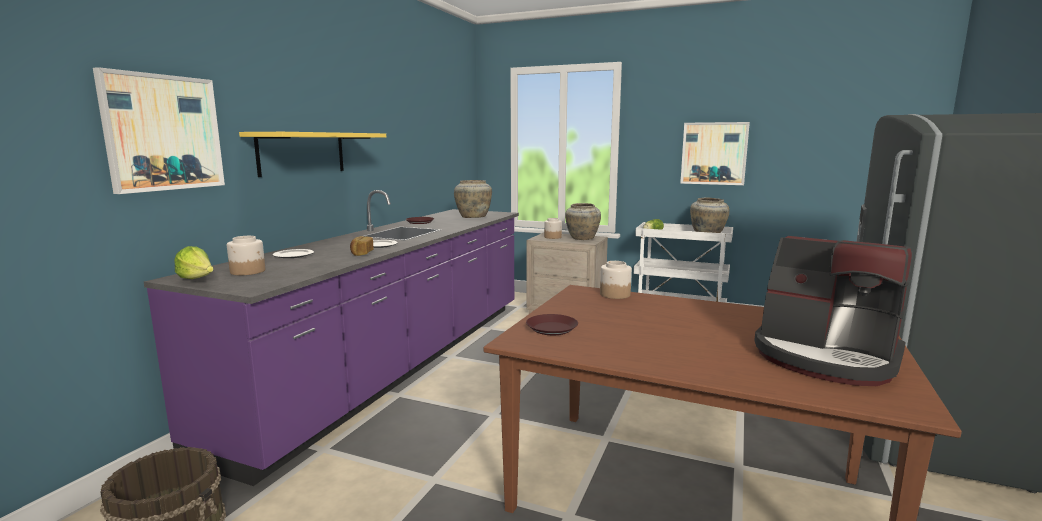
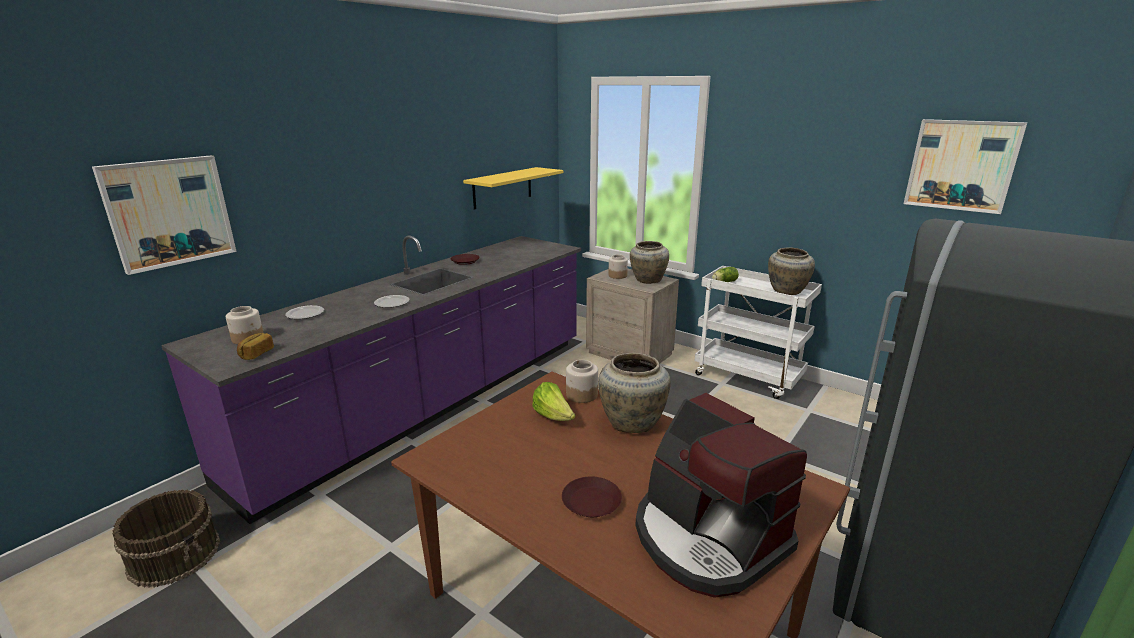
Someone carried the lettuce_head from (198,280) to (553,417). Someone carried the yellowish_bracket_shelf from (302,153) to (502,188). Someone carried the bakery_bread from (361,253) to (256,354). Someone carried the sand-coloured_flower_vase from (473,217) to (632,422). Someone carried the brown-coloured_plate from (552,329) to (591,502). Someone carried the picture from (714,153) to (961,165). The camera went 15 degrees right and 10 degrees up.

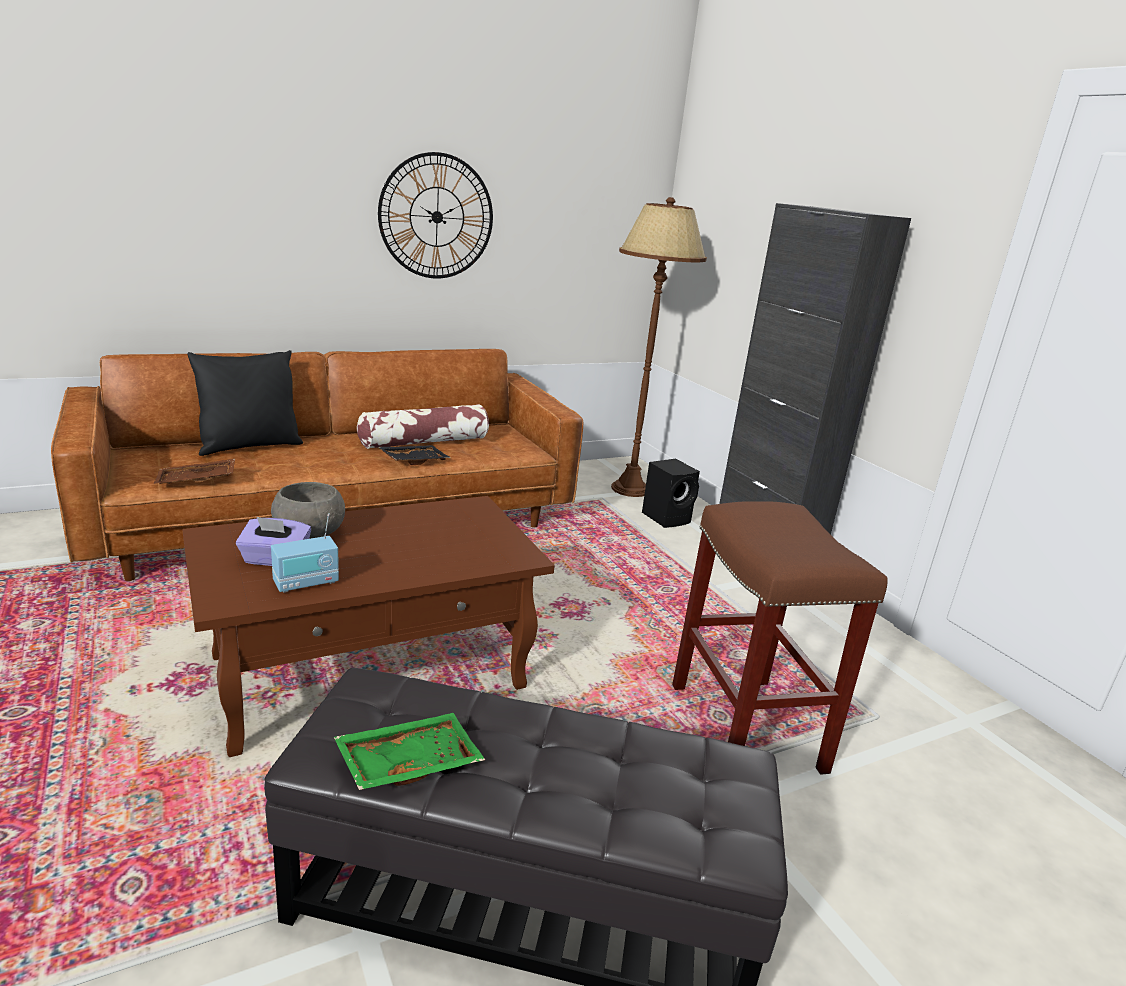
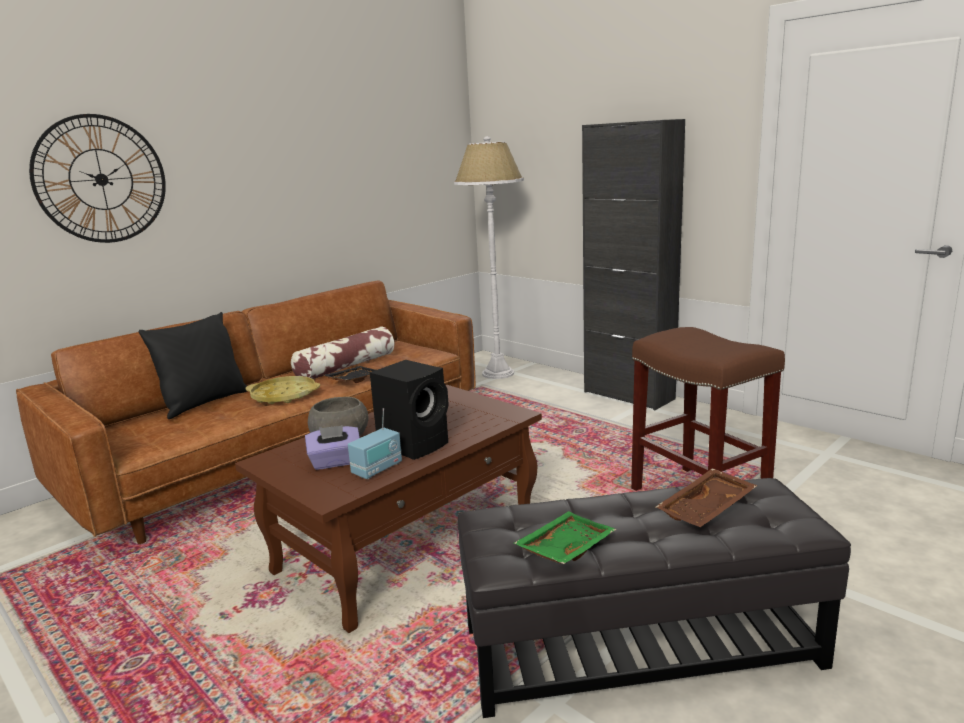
Someone carried the brown-coloured_tray from (196,481) to (707,509). Someone carried the clock_on_the_wall from (437,217) to (101,179). Someone repainted the brown-coloured_floor_lamp at (630,489), which became the whitish_floor_lamp at (497,373). Someone carried the black_audio_speaker from (667,518) to (415,444). Someone put down the yellowish_tray at (284,395). The camera went 15 degrees left and 5 degrees down.

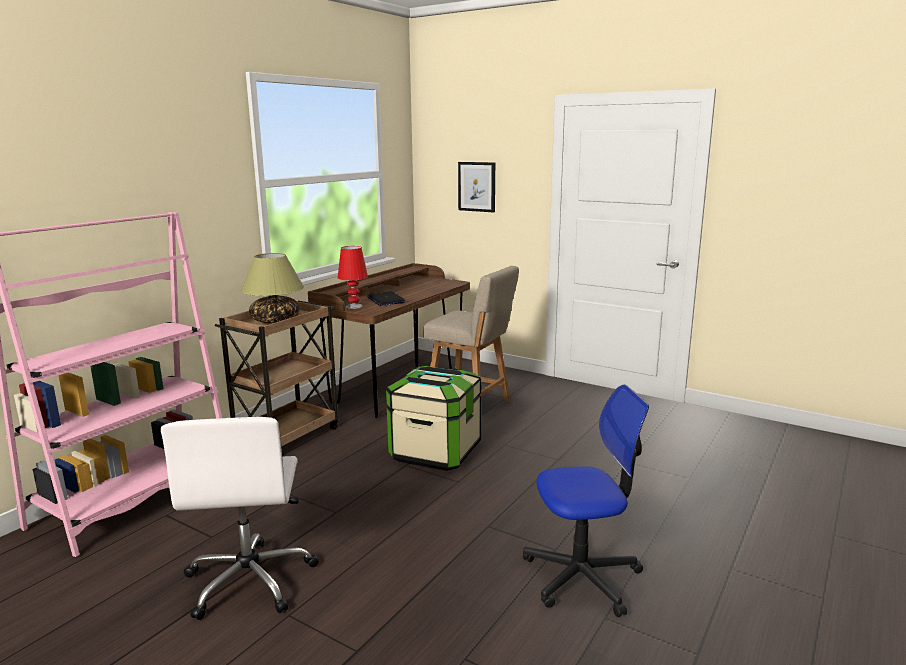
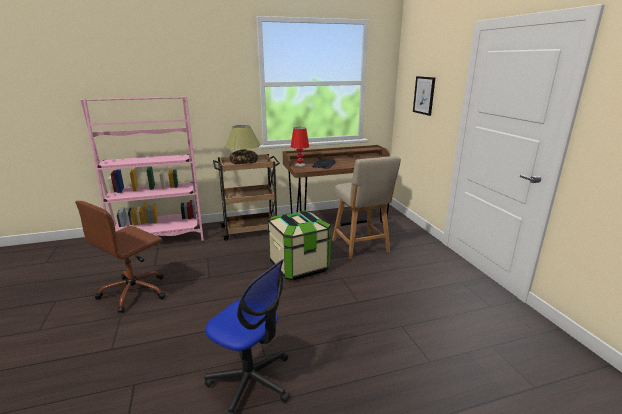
Someone repainted the whitish_desk_chair at (250,580), which became the brown-coloured_desk_chair at (135,292). The camera went 40 degrees right and 5 degrees up.

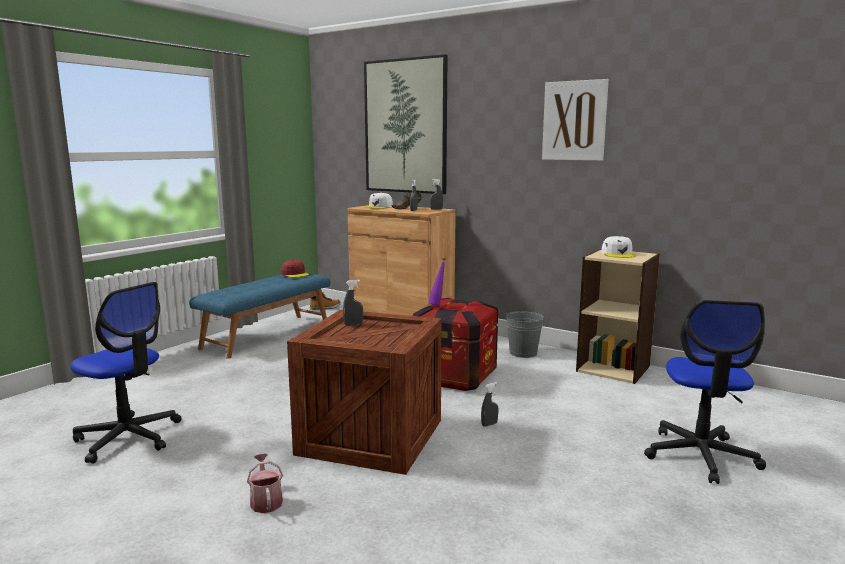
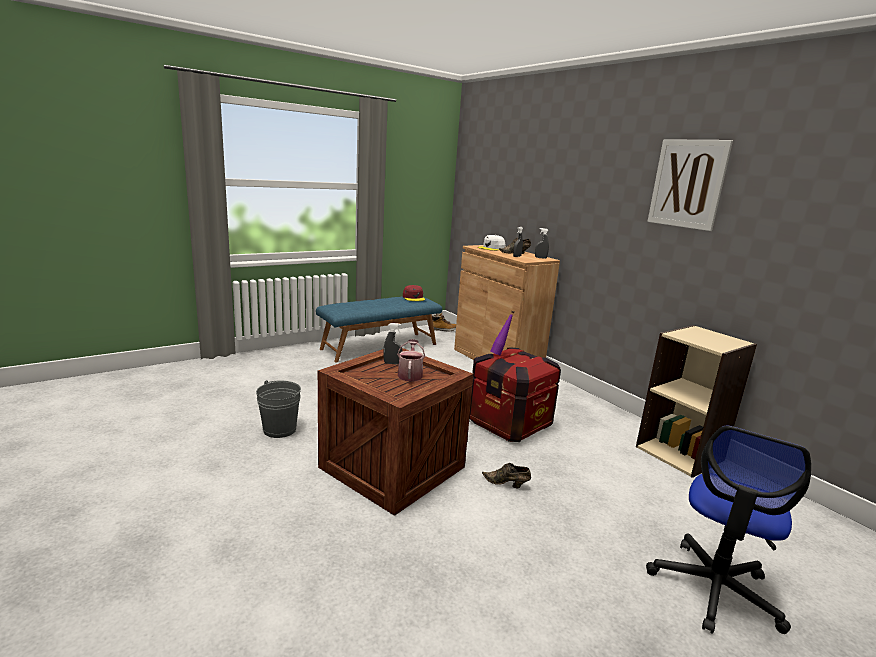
Someone took away the desk_chair at (128,437). Someone carried the sprinkling_can from (266,500) to (410,374). Someone took away the picture at (405,126). Someone swapped the greyish_spray_bottle at (489,424) for the brown-coloured_low_shoe at (506,484). Someone carried the greyish_water_bucket from (523,353) to (280,429). Someone took away the whitish_peaked_cap at (618,254). The camera went 20 degrees right and 5 degrees up.

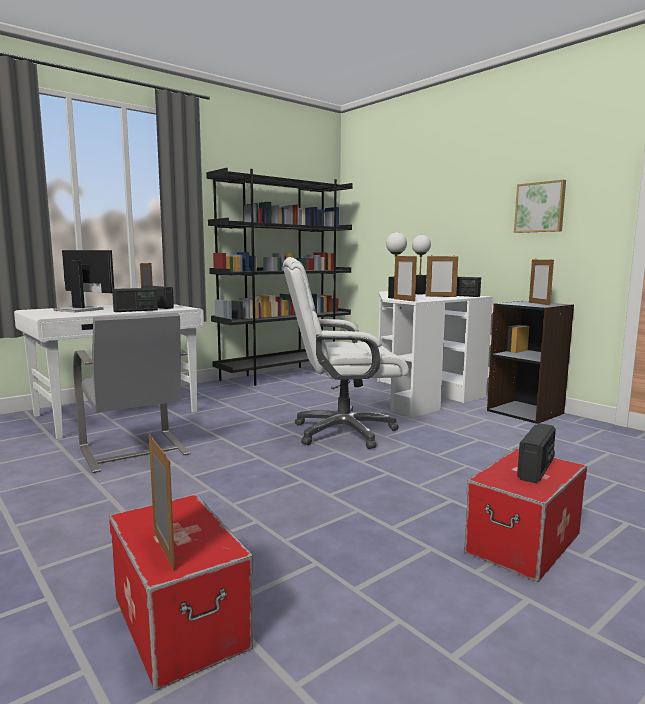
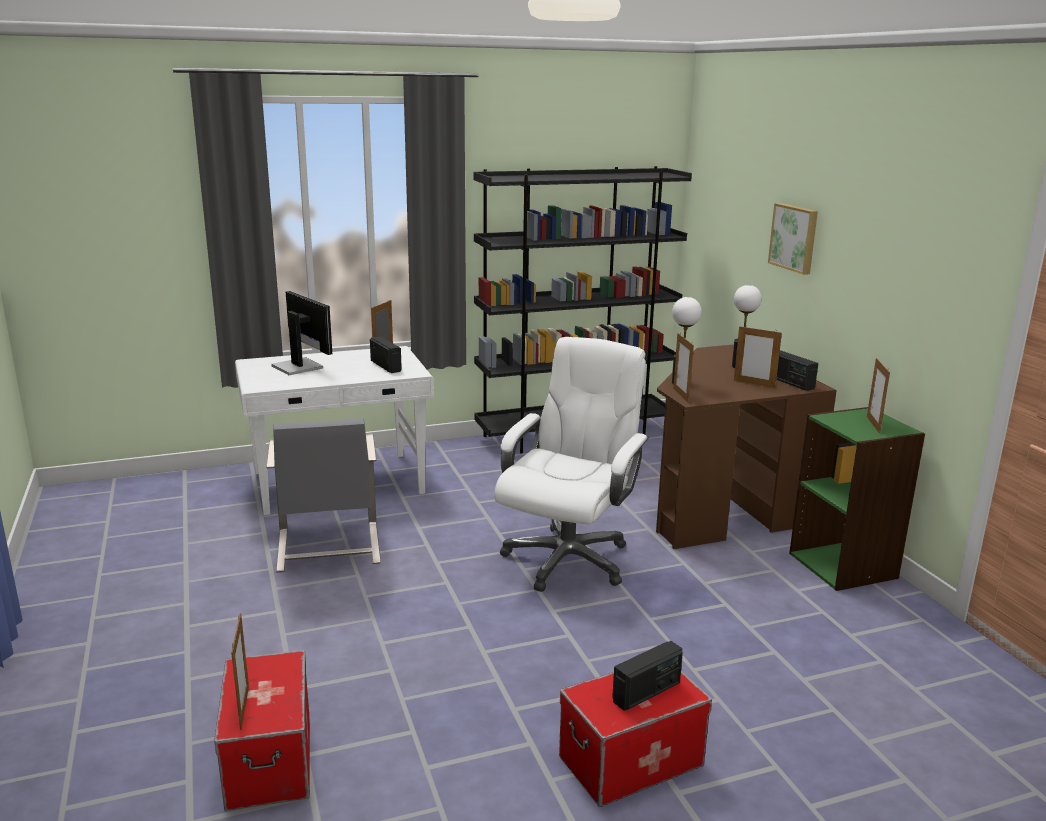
Someone took away the radio_set at (136,311). Someone rotated the whitish_desk_chair at (342,432) by 105 degrees clockwise. Someone repainted the whitish_desk_table at (417,394), which became the brown-coloured_desk_table at (721,504). Someone repainted the black_bookshelf at (525,412), which became the green-coloured_bookshelf at (843,565). Someone carried the picture from (540,207) to (795,237). The camera went 20 degrees right and 10 degrees up.

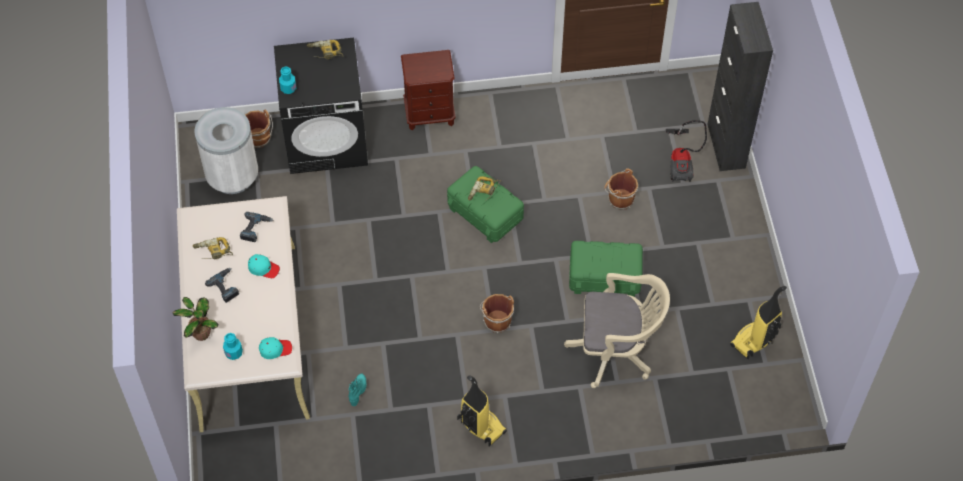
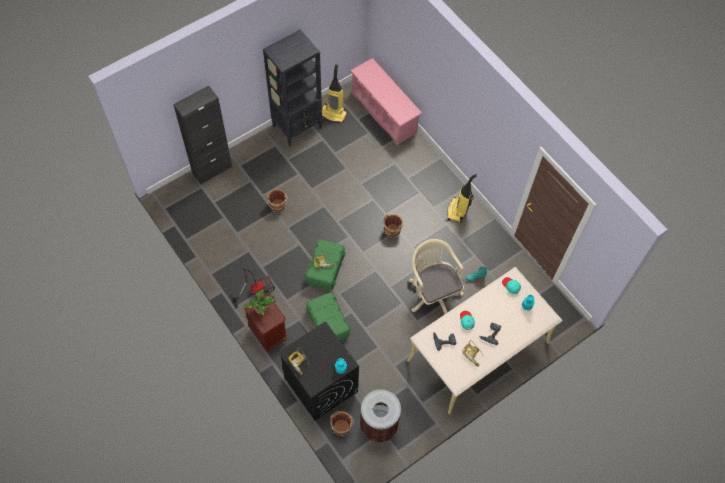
Someone carried the plant_in_a_pot from (200,333) to (261,311). Someone repainted the whitish_waste_bin at (233,176), which became the brown-coloured_waste_bin at (378,425). Someone carried the sand-coloured_desk_chair from (616,351) to (432,292). Someone carried the green-coloured_storage_box from (604,276) to (327,323). Someone carried the hoover from (682,161) to (255,290). Someone put down the black_bookshelf at (297,127). Someone put down the pink-coloured_shoe_shelf at (384,113). The camera went 120 degrees left and 5 degrees up.

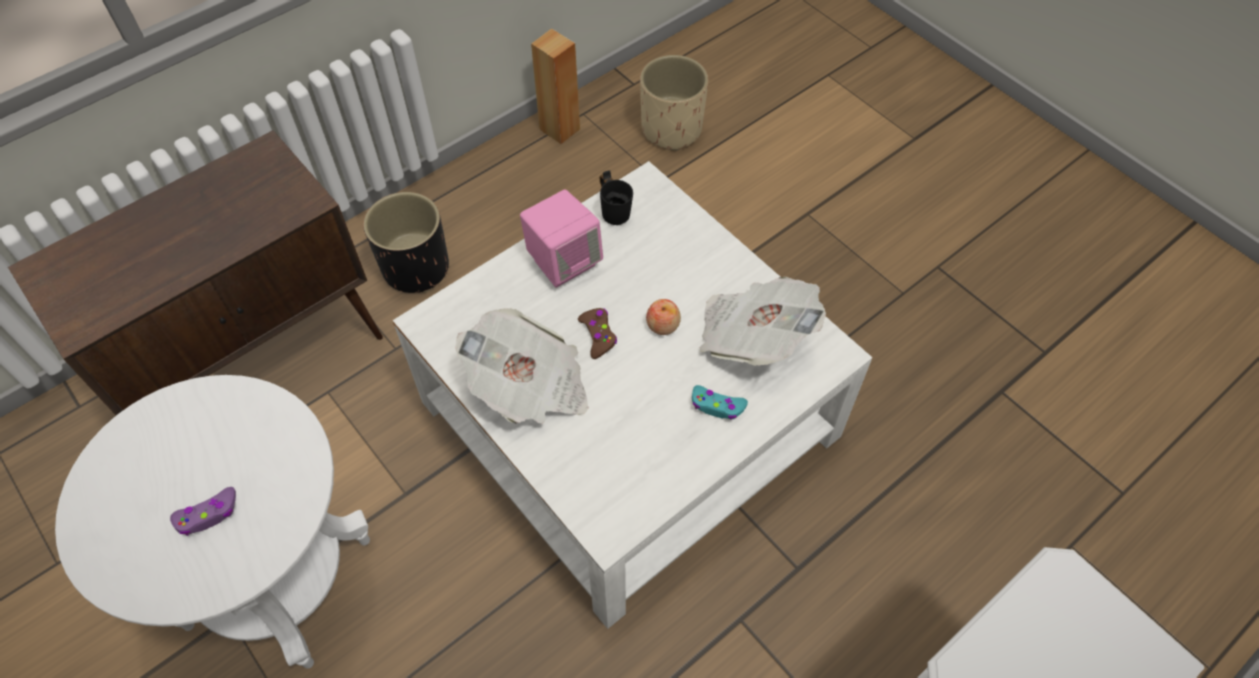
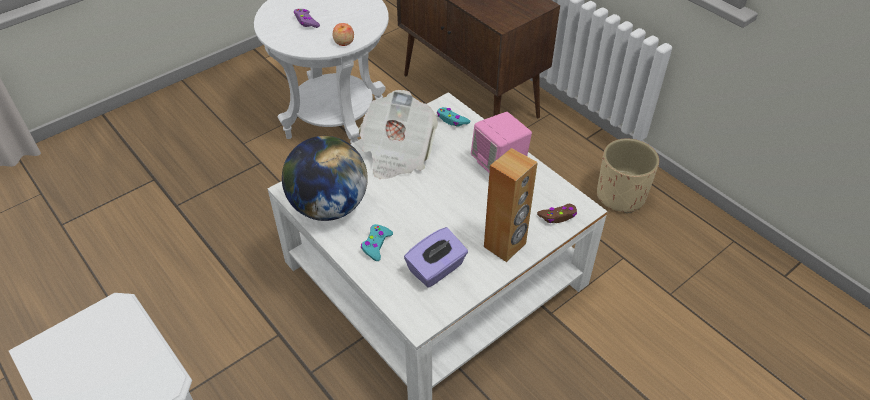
Someone took away the black_flower_pot at (416,268). Someone carried the brown-coloured_audio_speaker from (560,129) to (505,245). Someone carried the brown-coloured_joypad from (598,335) to (558,216). Someone took away the black_tea_mug at (616,210). Someone carried the sand-coloured_flower_pot from (671,129) to (620,196). Someone carried the apple from (663,325) to (344,42). Someone swapped the newspaper at (753,336) for the purplish_box_of_tissues at (436,269). Someone put down the desk_globe at (329,206). Someone put down the turquoise_joypad at (452,120). The camera went 90 degrees right and 10 degrees down.

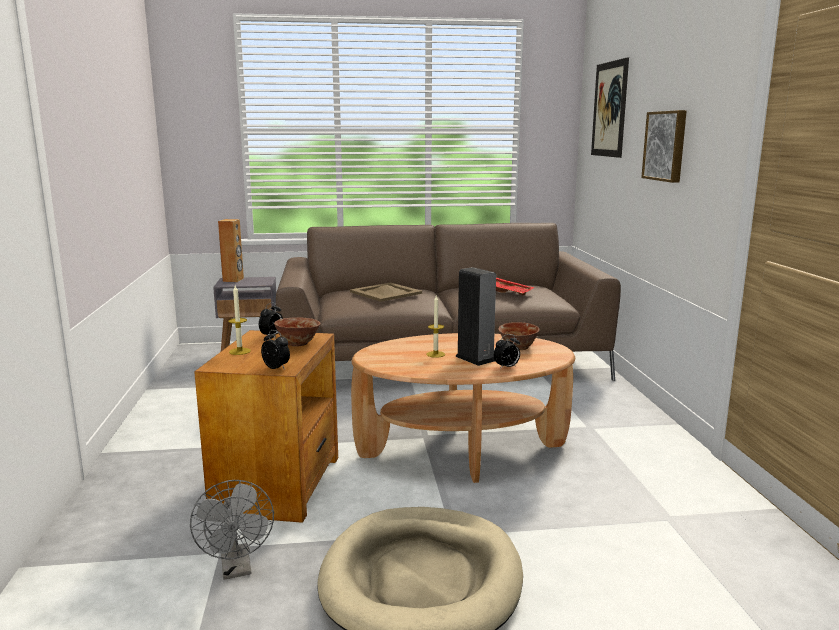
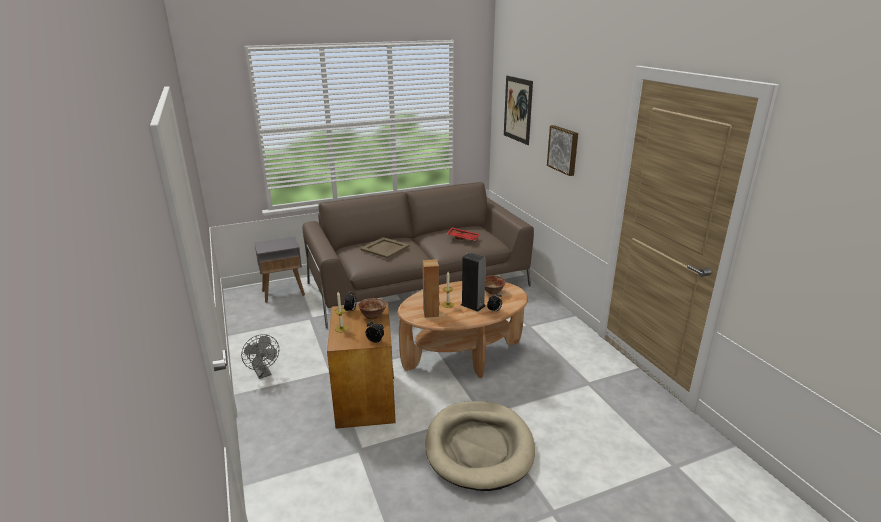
Someone carried the greyish_fan from (237,569) to (263,373). Someone carried the brown-coloured_audio_speaker from (233,280) to (431,313). The camera went 15 degrees left and 10 degrees up.

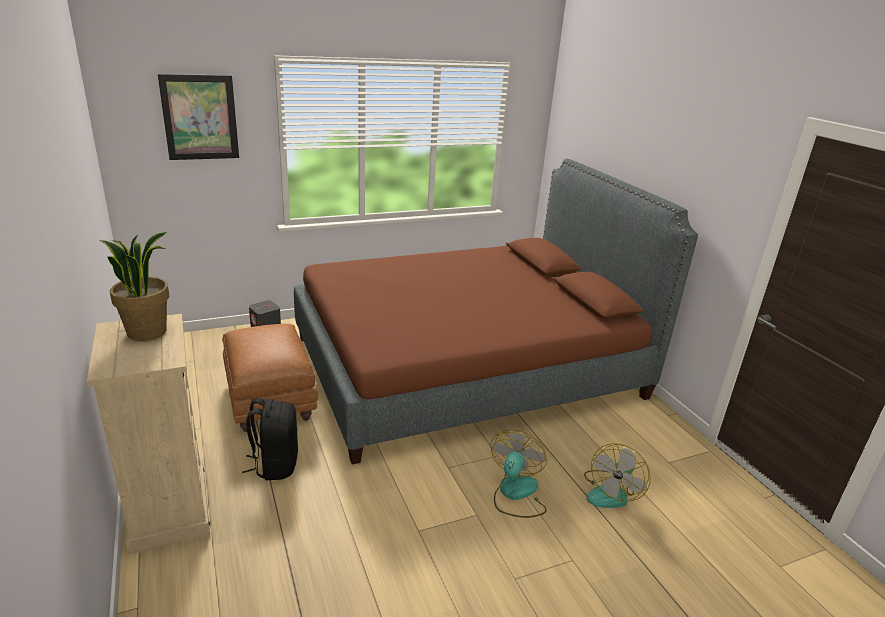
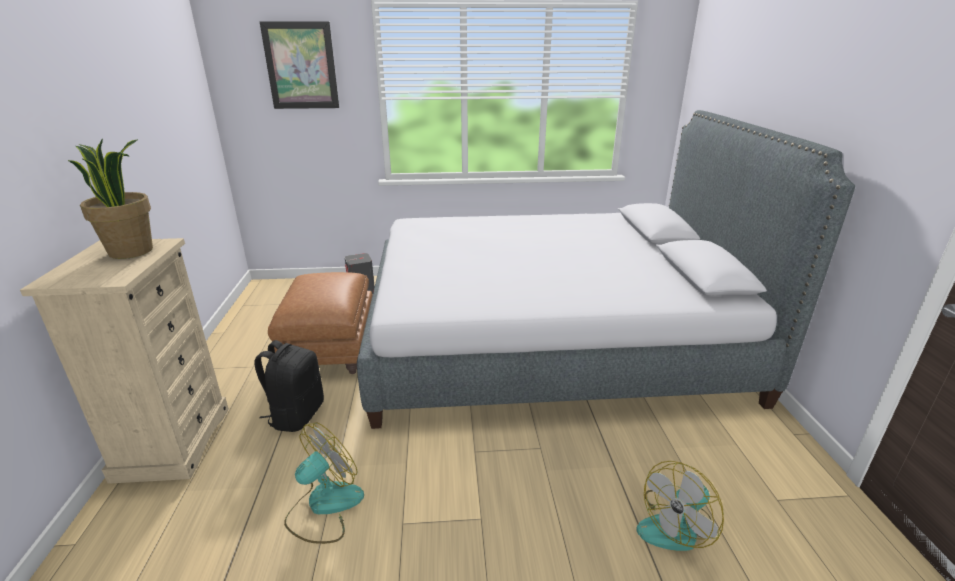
Someone repainted the brown-coloured_bed at (467,366), which became the greyish_bed at (550,340). Someone carried the fan from (515,494) to (324,506). The camera went 20 degrees right and 0 degrees up.

